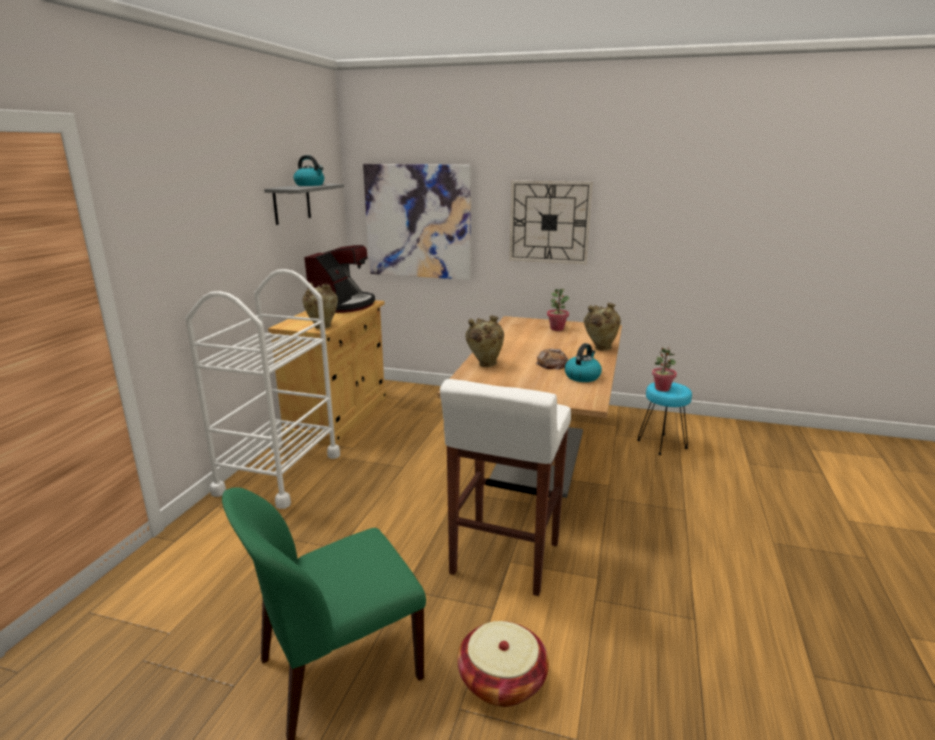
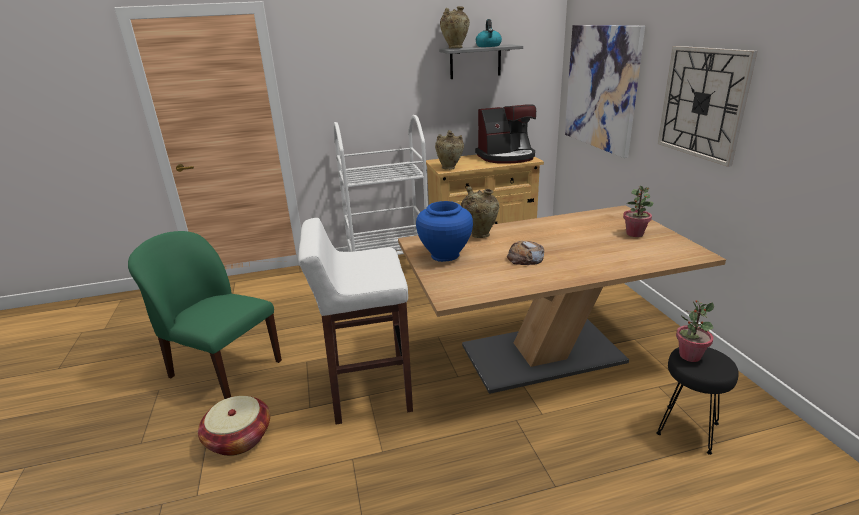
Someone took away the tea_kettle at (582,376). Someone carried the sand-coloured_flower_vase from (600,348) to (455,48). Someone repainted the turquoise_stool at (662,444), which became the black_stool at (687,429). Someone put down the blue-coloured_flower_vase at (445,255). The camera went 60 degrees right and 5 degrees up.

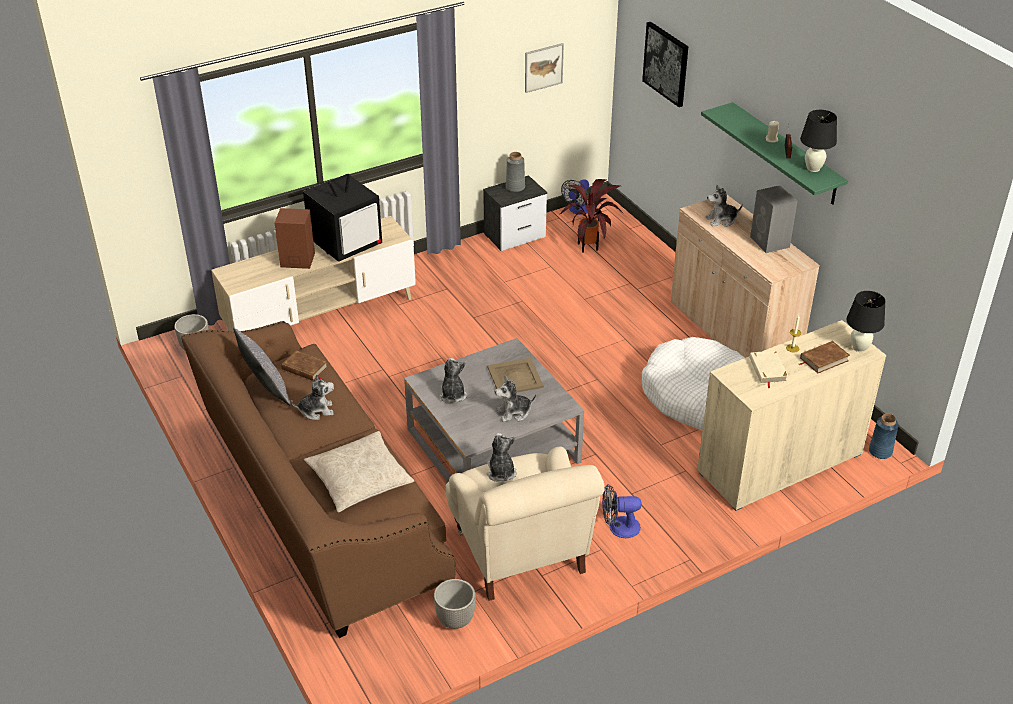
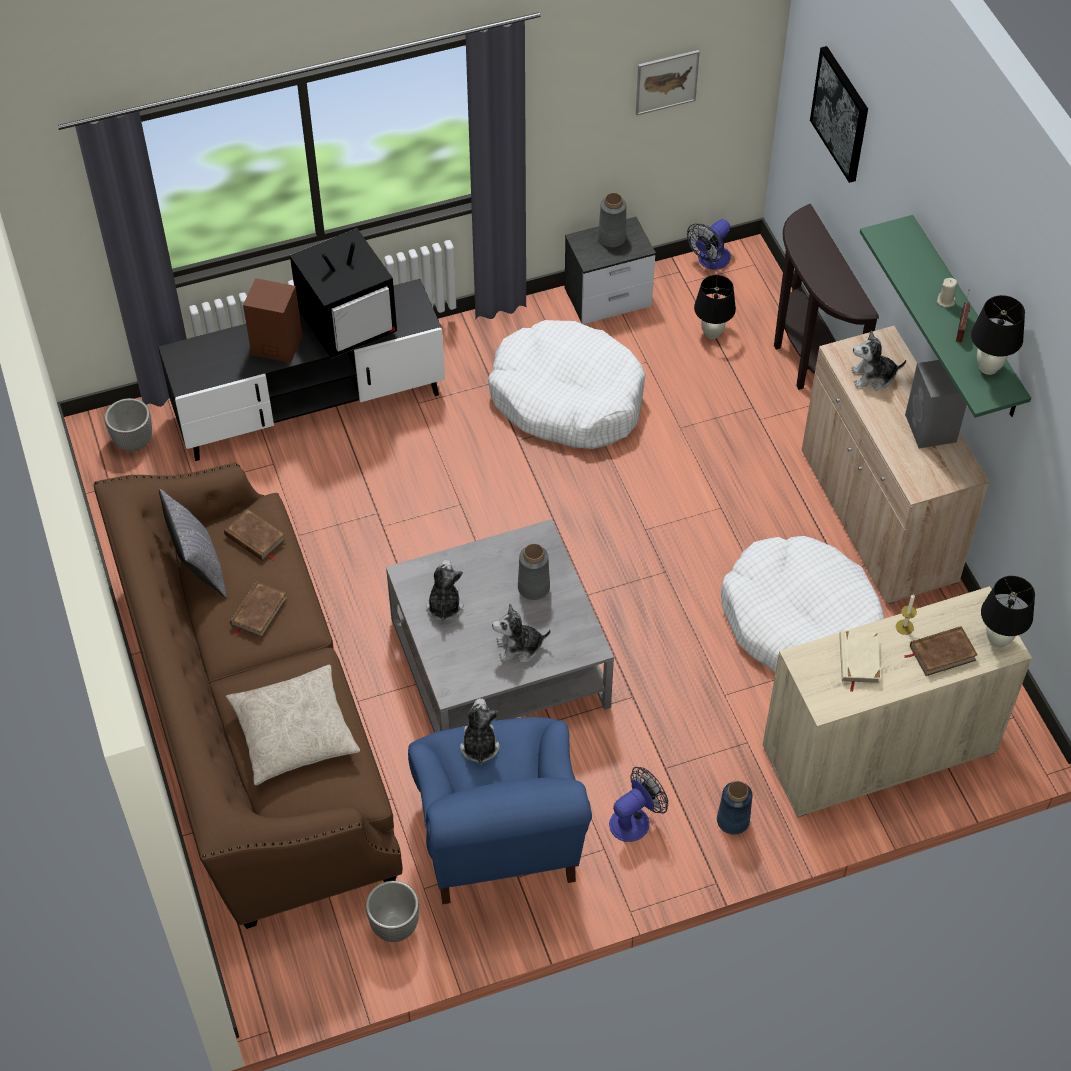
Someone repainted the sand-coloured_tv_stand at (320,314), which became the black_tv_stand at (310,405). Someone swapped the cuddly_toy at (316,410) for the brown-coloured_book at (258,612). Someone repainted the sand-coloured_easy_chair at (520,554), which became the blue-coloured_easy_chair at (498,840). Someone swapped the sand-coloured_tray at (514,377) for the greyish_flower_vase at (533,587). Someone swapped the plant_in_a_pot at (590,247) for the black_table_lamp at (712,333). Someone rotated the fan at (619,527) by 135 degrees clockwise. Someone carried the blue-coloured_flower_vase from (880,451) to (732,820). Someone put down the whitish_pet_bed at (567,398). Someone put down the brown-coloured_console_table at (807,363). The camera went 10 degrees right and 15 degrees up.

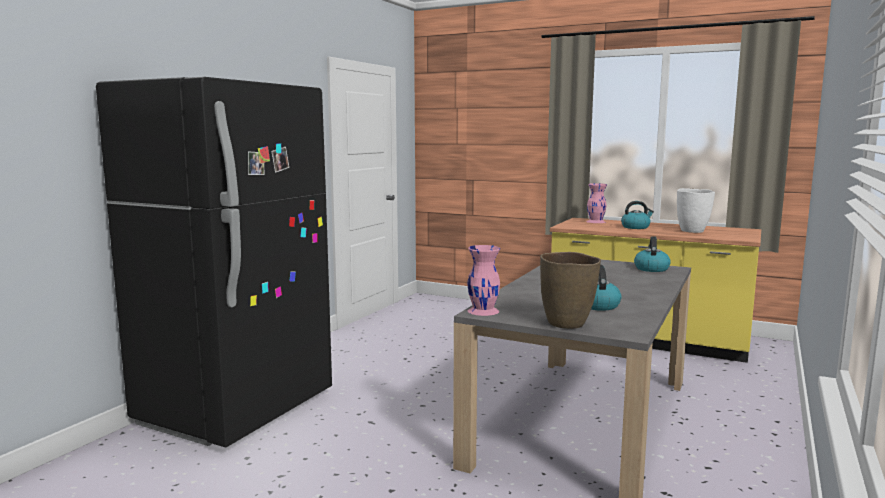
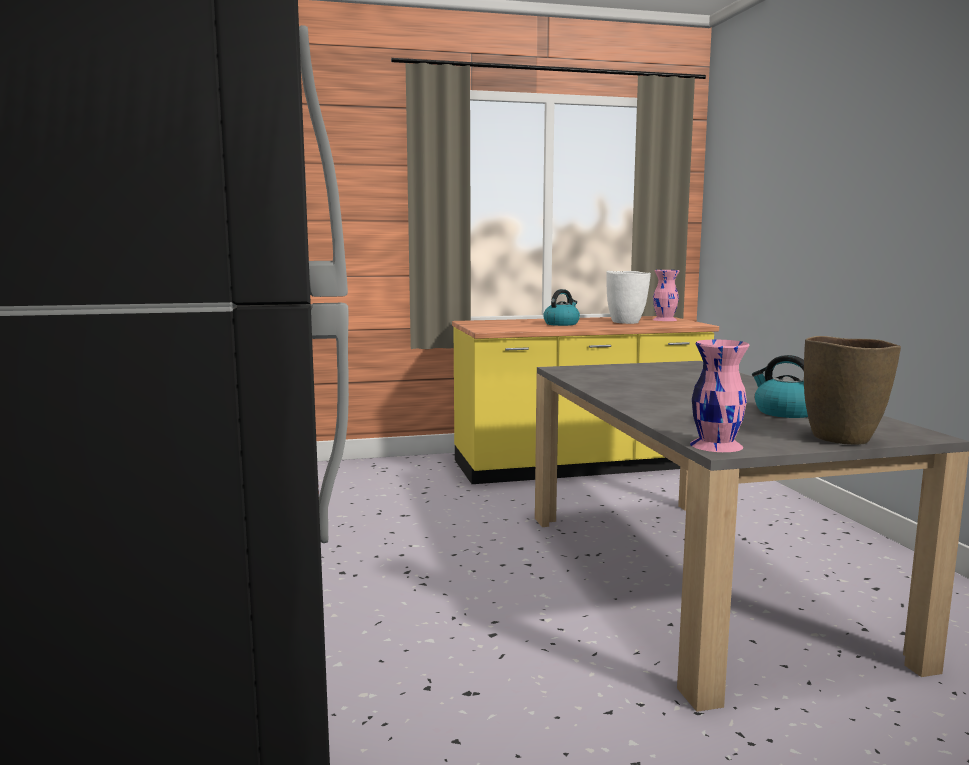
Someone carried the pink-coloured_flower_vase from (596,222) to (665,320). Someone took away the tea_kettle at (651,269). The camera went 40 degrees left and 0 degrees up.

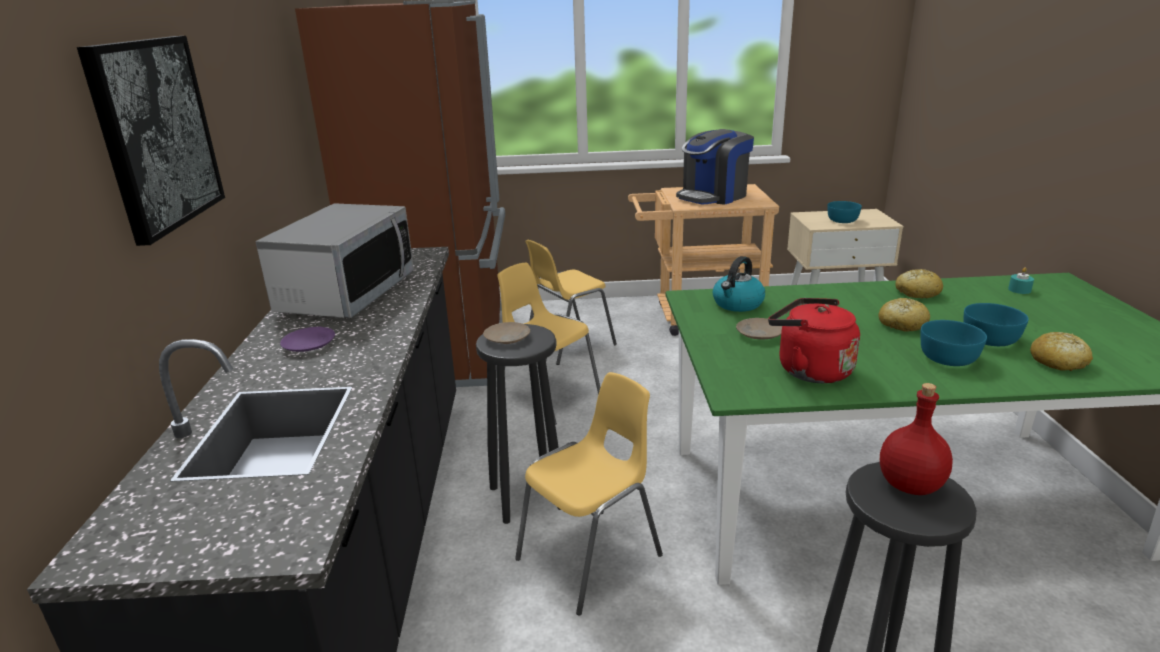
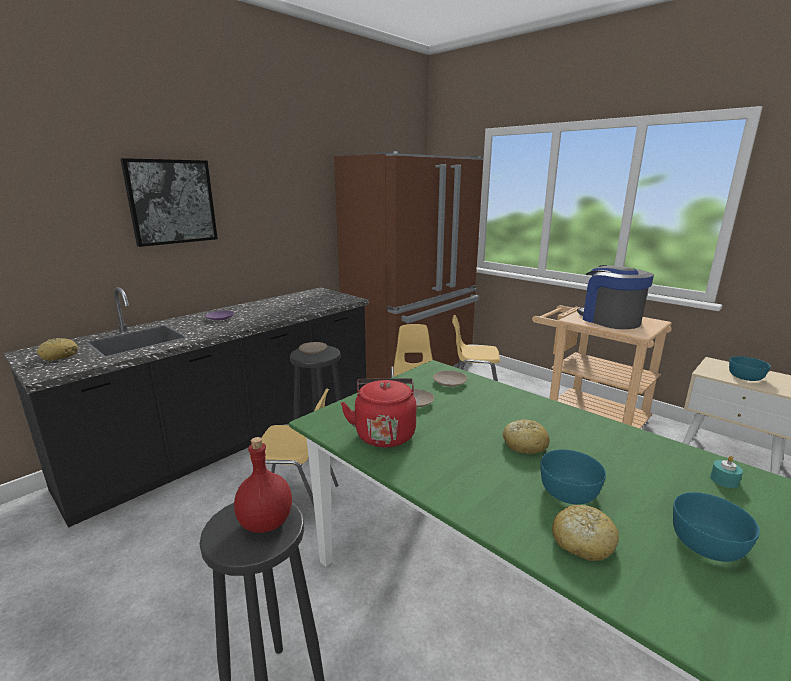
Someone took away the microwave at (347,294). Someone rotated the coffee_machine at (713,196) by 60 degrees clockwise. Someone swapped the tea_kettle at (737,304) for the sand-coloured_plate at (449,382). Someone carried the bakery_bread from (917,292) to (59,356). Someone carried the turquoise_bowl from (947,357) to (707,542). The camera went 45 degrees right and 5 degrees down.

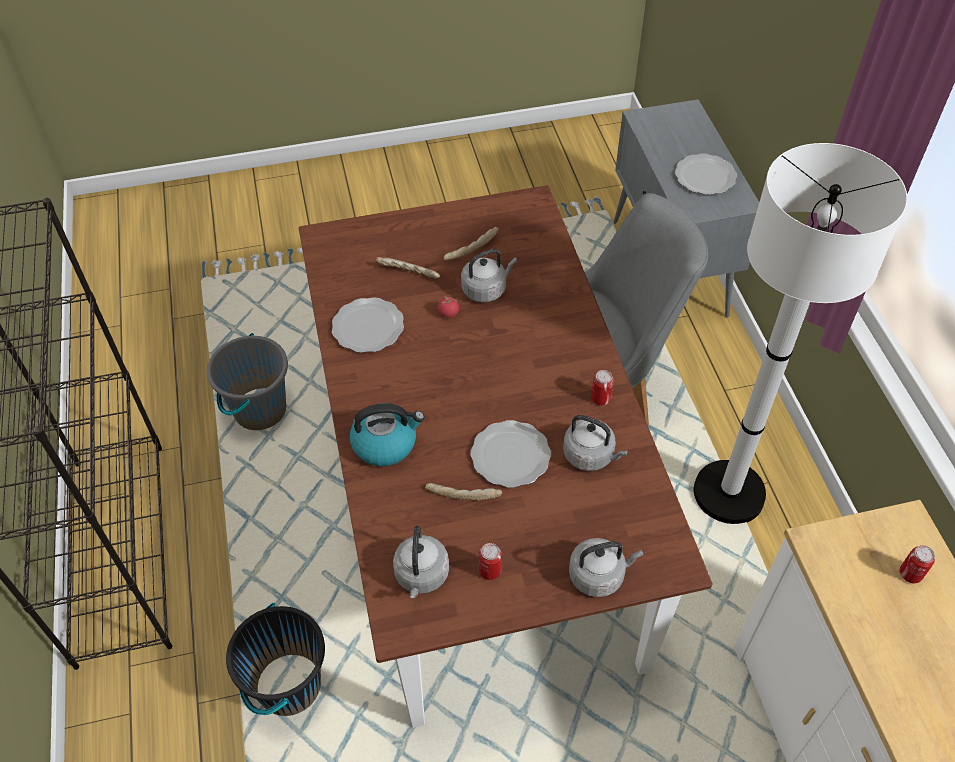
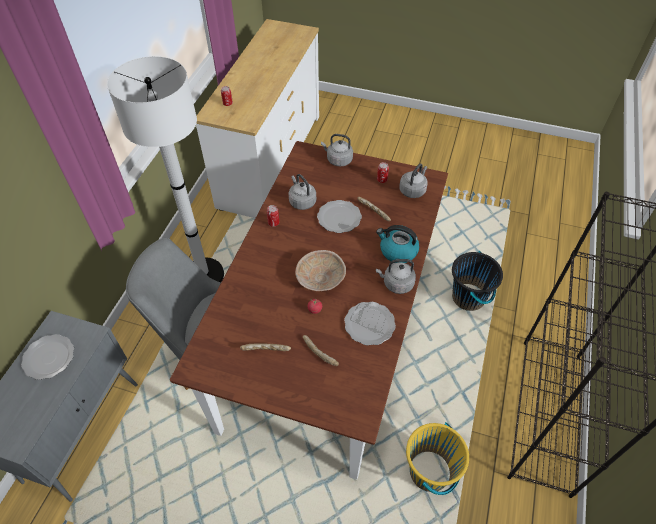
Someone repainted the greyish_water_bucket at (259,410), which became the yellowish_water_bucket at (430,472). Someone carried the greyish_tea_kettle from (486,289) to (396,284). Someone put down the sand-coloured_bowl at (320,279). The camera went 150 degrees left and 0 degrees up.

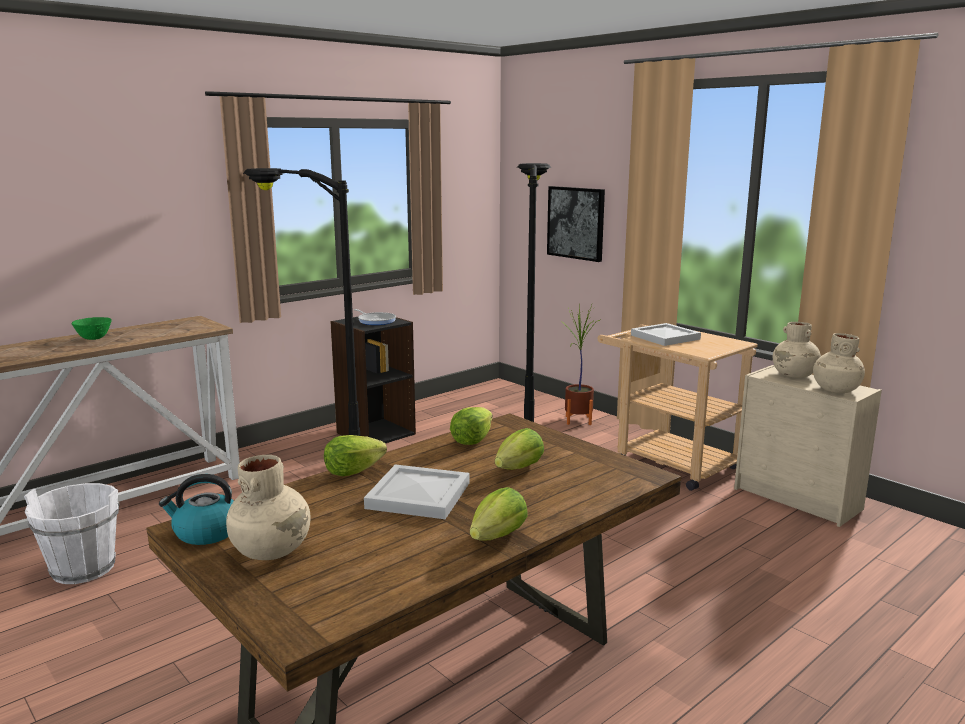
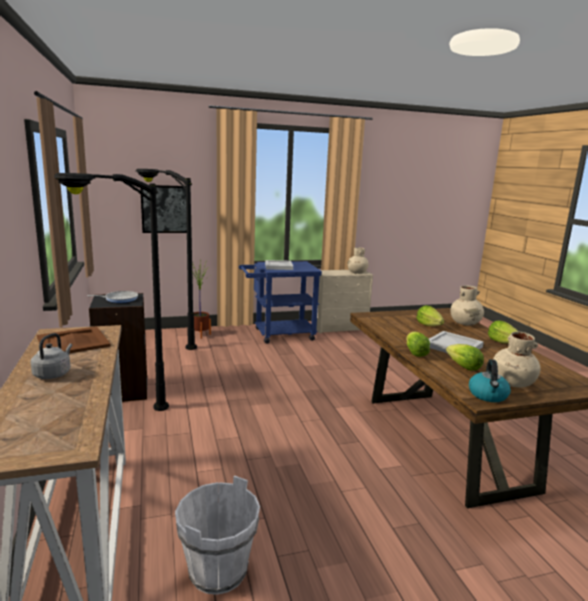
Someone swapped the green-coloured_bowl at (94,338) for the greyish_tea_kettle at (53,374). Someone carried the lettuce_head from (471,440) to (463,367). Someone repainted the sand-coloured_wheeled_cart at (667,462), which became the blue-coloured_wheeled_cart at (278,334). Someone carried the sand-coloured_flower_vase from (794,375) to (465,323). Someone put down the brown-coloured_tray at (72,342). The camera went 65 degrees left and 0 degrees up.

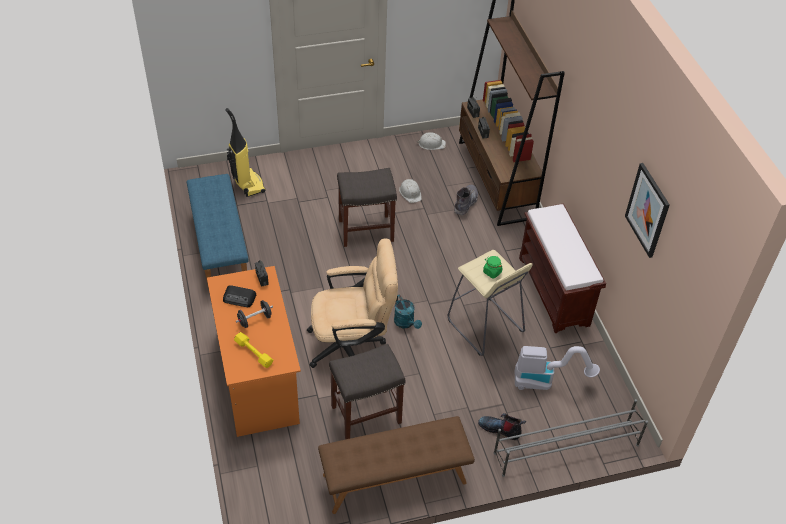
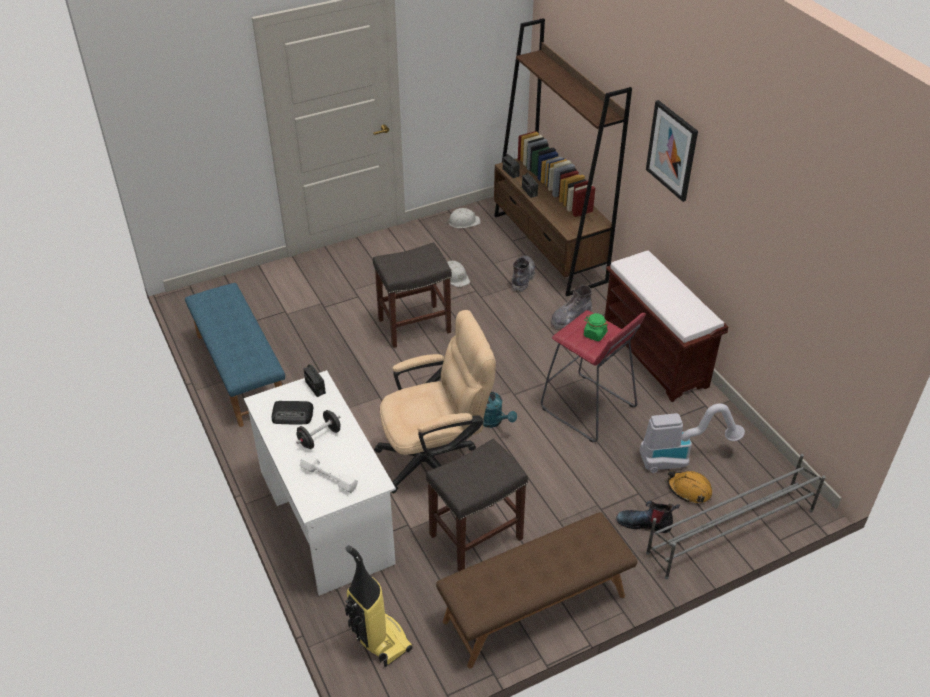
Someone repainted the orange-coloured_desk_table at (257,376), which became the whitish_desk_table at (326,516). Someone carried the hoover from (247,184) to (378,638). Someone repainted the yellowish_free_weight at (254,353), which became the whitish_free_weight at (329,477). Someone repainted the sand-coloured_stool at (485,326), which became the red_stool at (588,408). Someone carried the picture from (647,210) to (672,150). Someone put down the greyish_high-top_boot at (570,318). Someone put down the orange-coloured_work_helmet at (689,490). The camera went 10 degrees left and 5 degrees down.

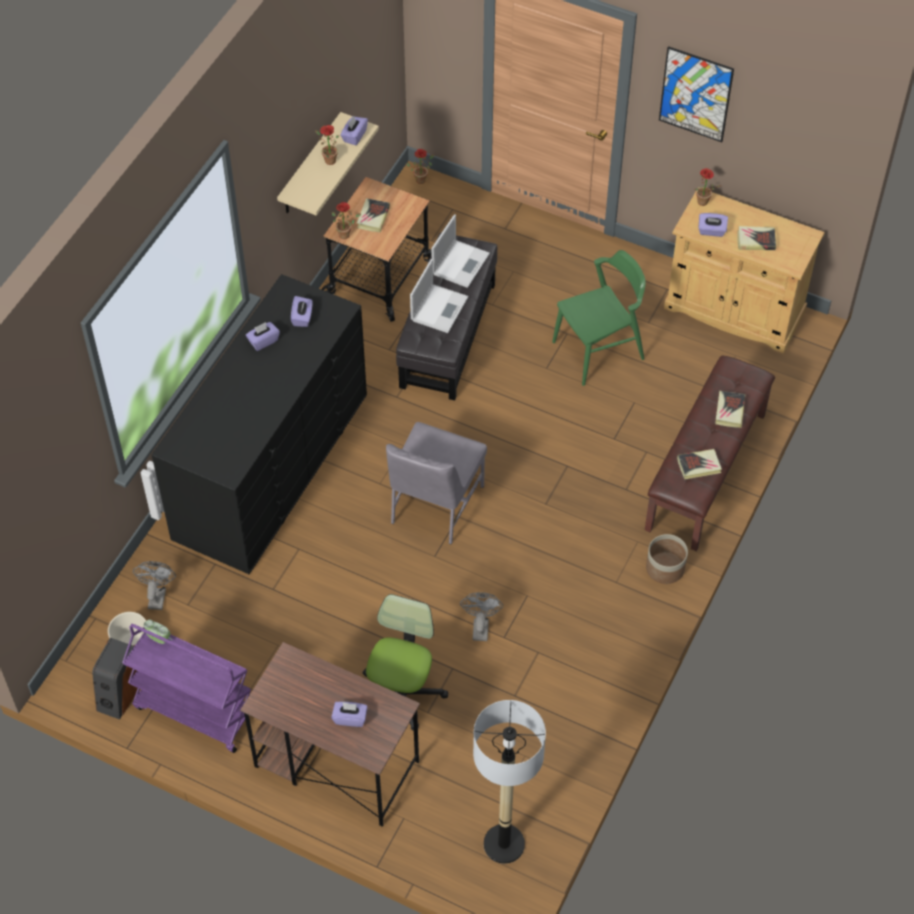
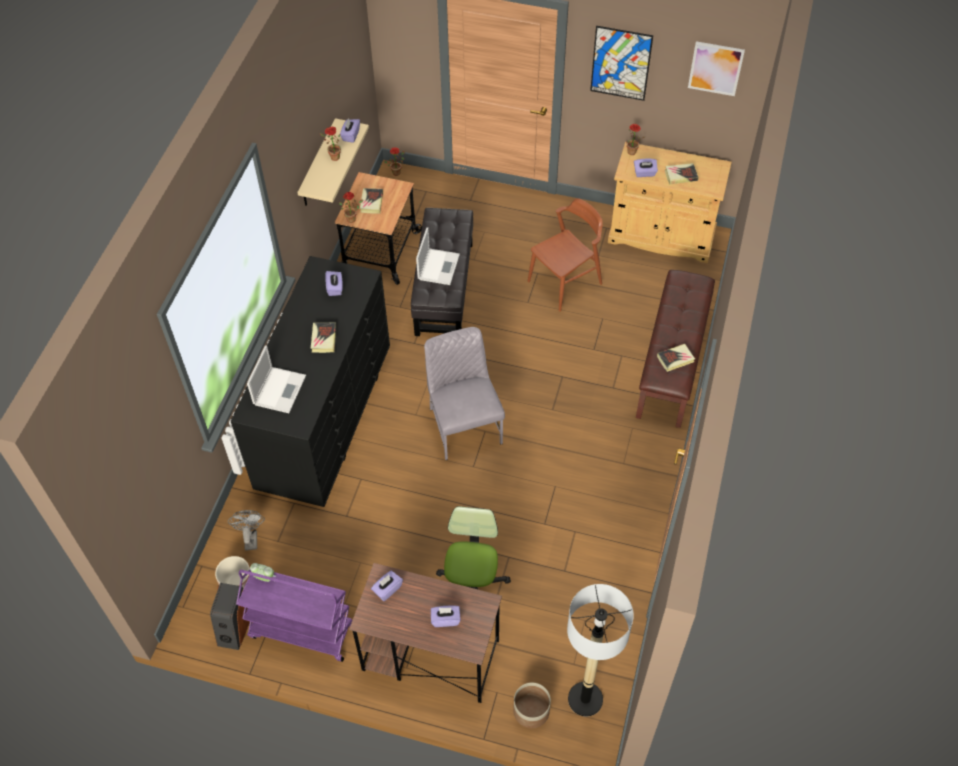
Someone carried the purplish_box_of_tissues from (263,341) to (387,589). Someone rotated the greyish_chair at (435,505) by 150 degrees clockwise. Someone carried the portable_computer from (461,263) to (280,389). Someone took away the greyish_fan at (480,626). Someone repainted the green-coloured_chair at (598,350), which became the brown-coloured_chair at (565,282). Someone carried the flower_pot from (665,568) to (531,711). Someone carried the book from (729,411) to (323,339). Someone put up the picture at (715,68). The camera went 10 degrees left and 0 degrees up.

